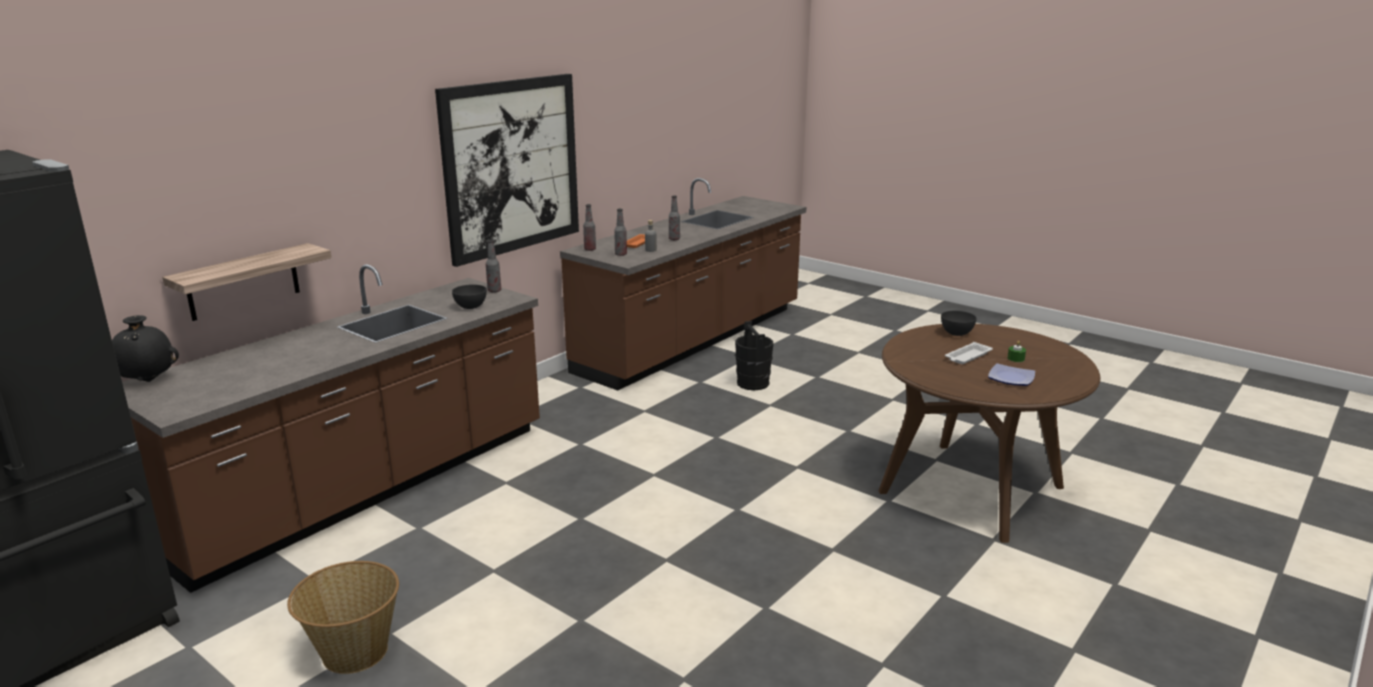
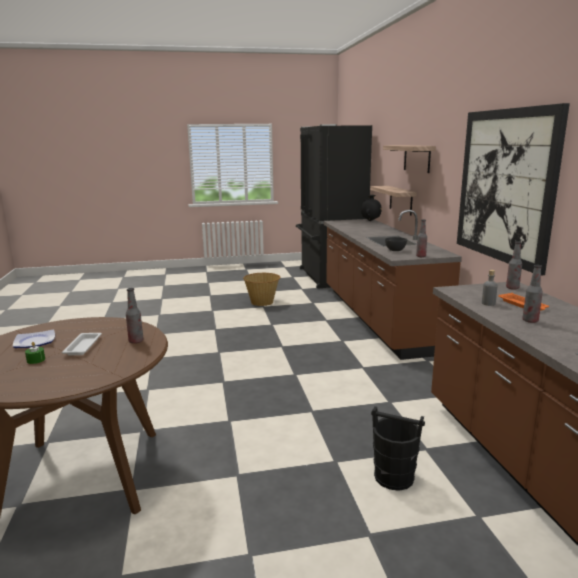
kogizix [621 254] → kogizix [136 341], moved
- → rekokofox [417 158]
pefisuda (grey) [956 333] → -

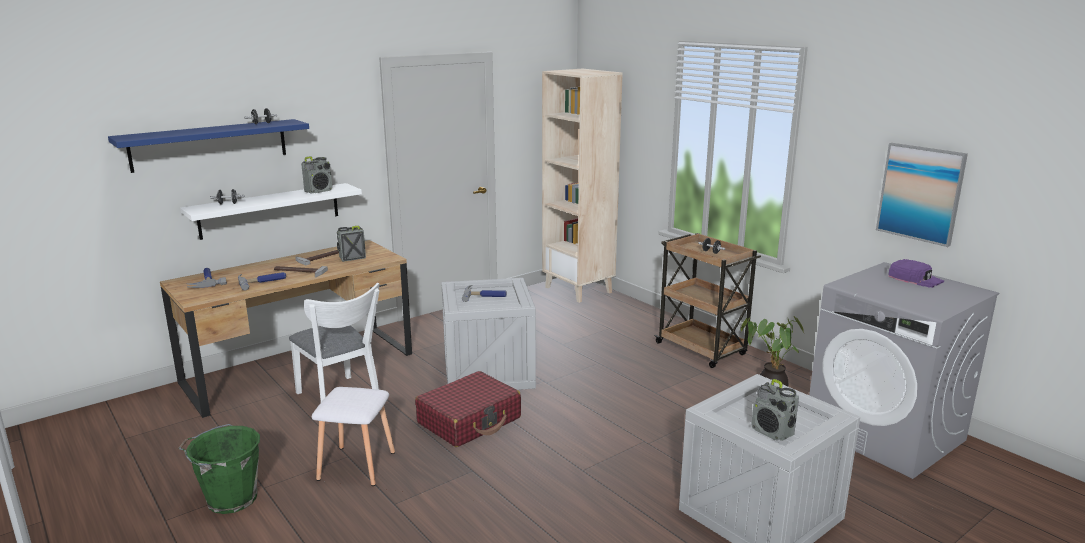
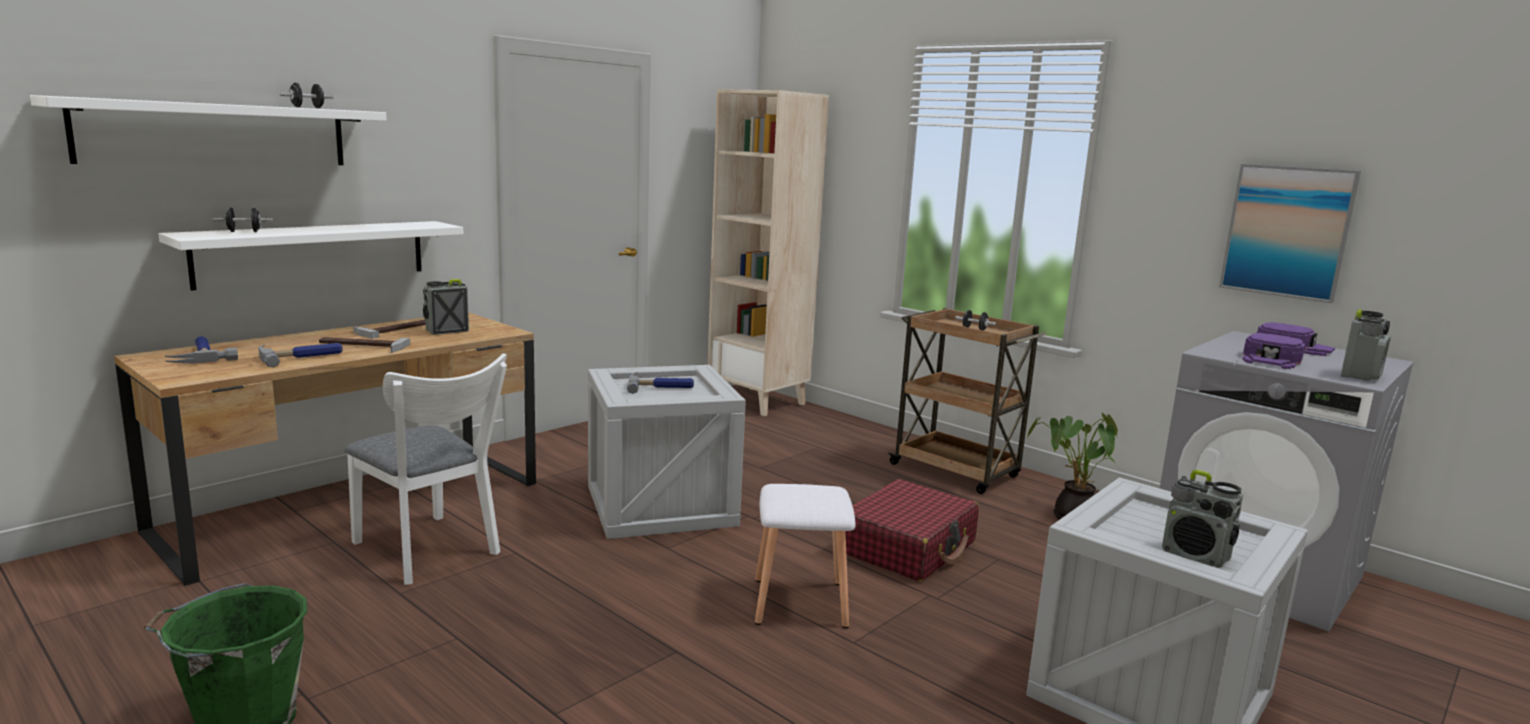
rekokofox (blue) [210 145] → rekokofox (white) [216 134]
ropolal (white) [356 465] → ropolal (white) [798 601], moved
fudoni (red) [469 421] → fudoni (red) [908 547], moved
- → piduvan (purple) [1271 359]
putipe [319 191] → putipe [1361 375], moved

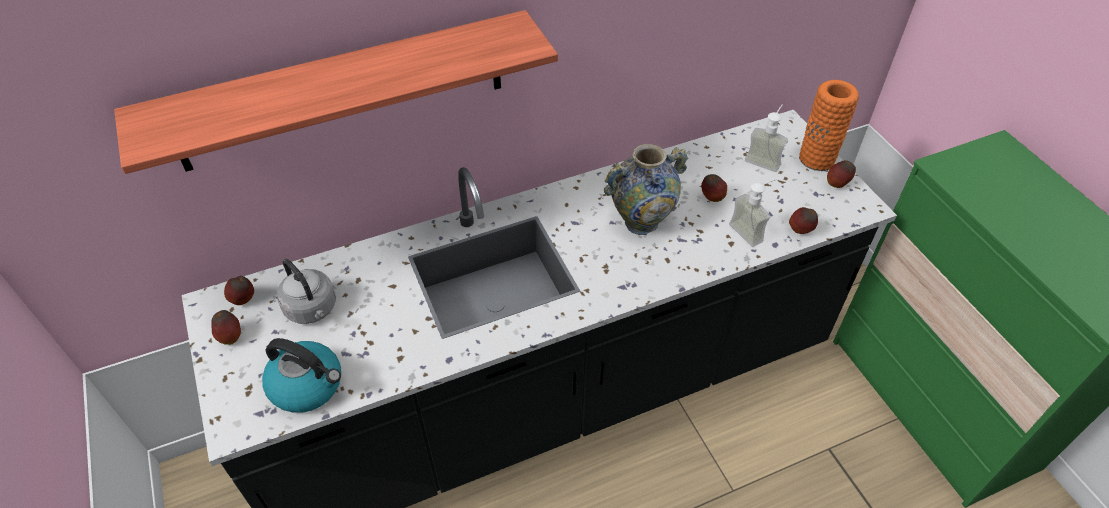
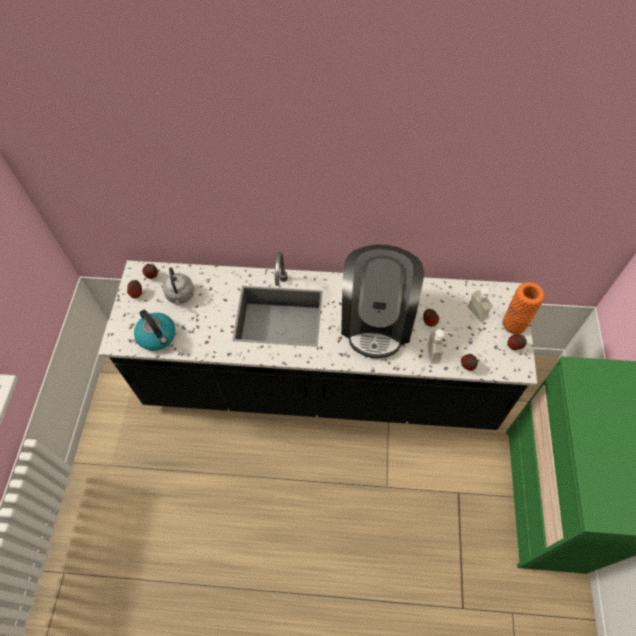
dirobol [641 223] → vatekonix [377 320]
rekokofox [342 92] → -

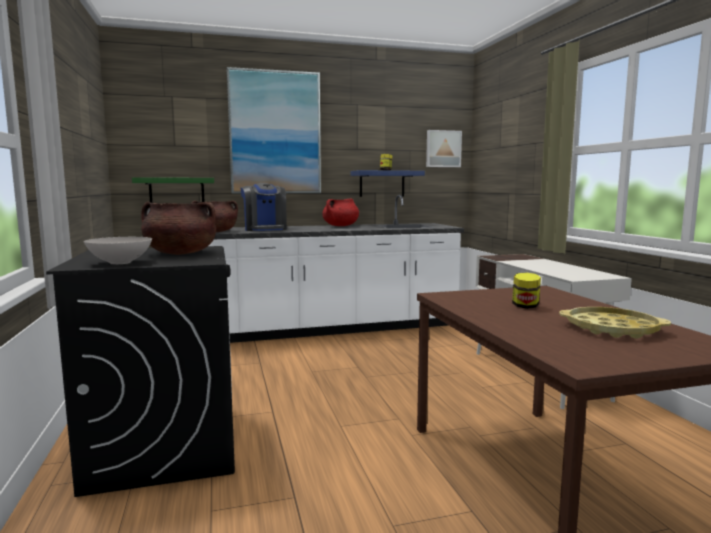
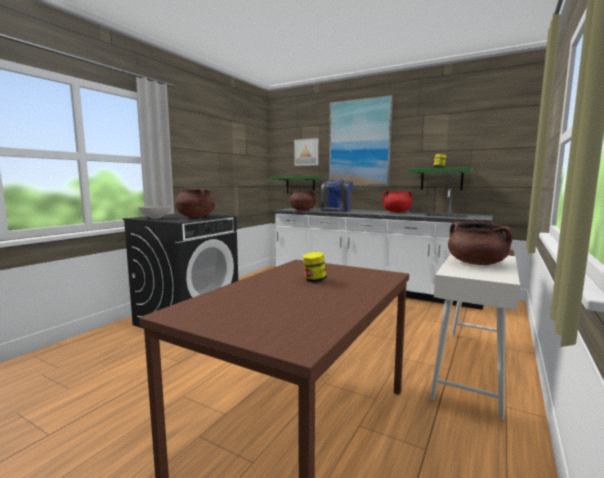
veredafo [443 149] → veredafo [306 152], moved
rekokofox (blue) [382 184] → rekokofox (green) [441 179]
- → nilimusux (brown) [476 263]
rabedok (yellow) [611 329] → -

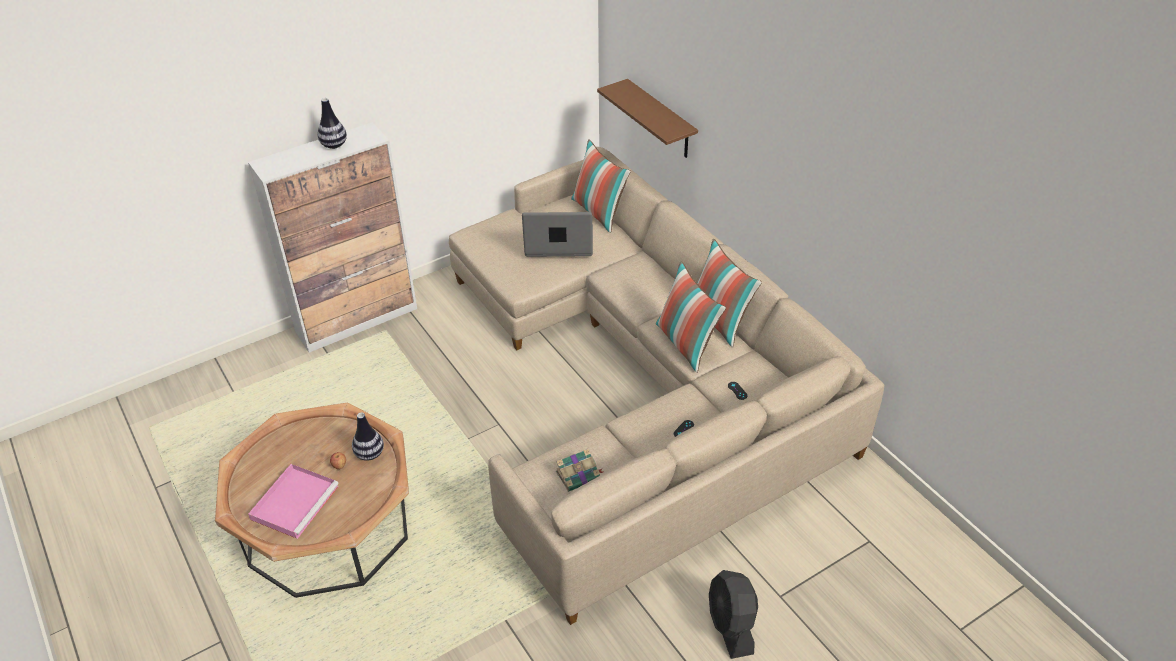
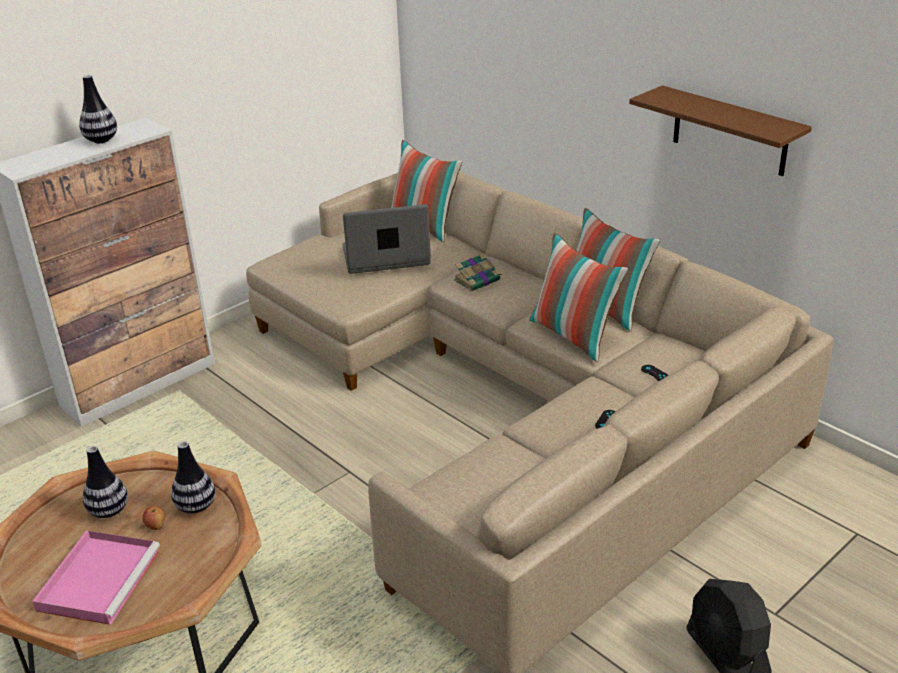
- → dirobol [109 511]
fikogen [579 475] → fikogen [478 280], moved
rekokofox (brown) [661 120] → rekokofox (brown) [730 131], moved

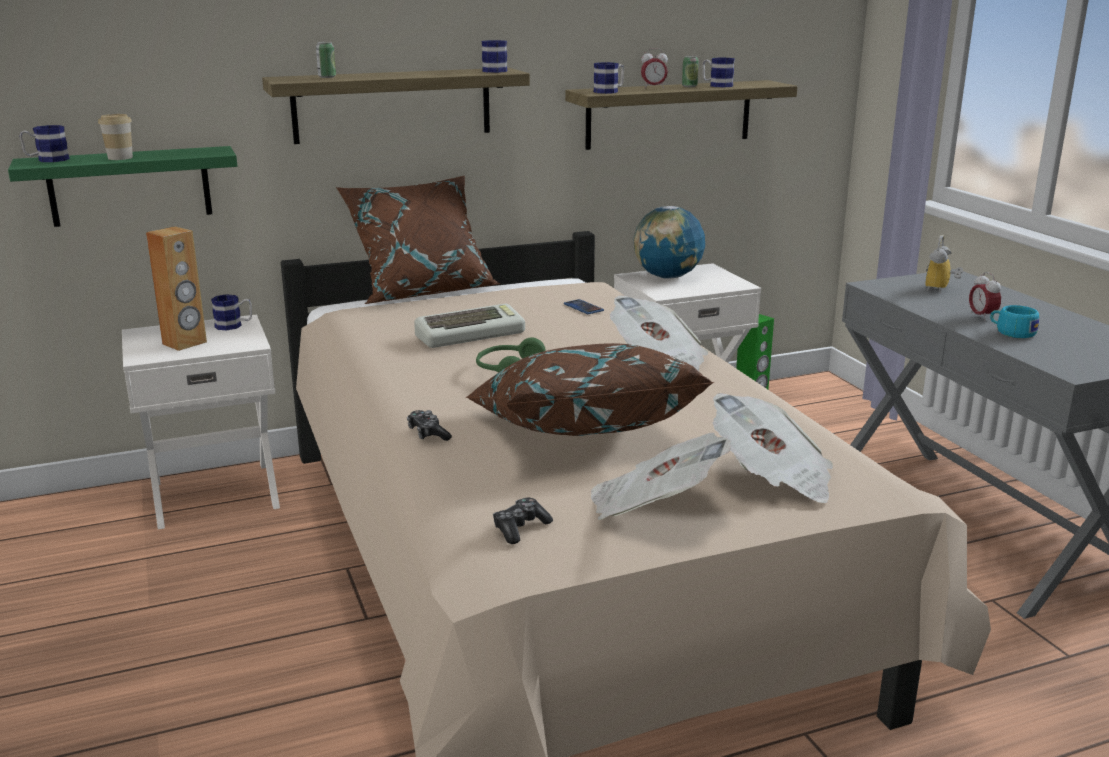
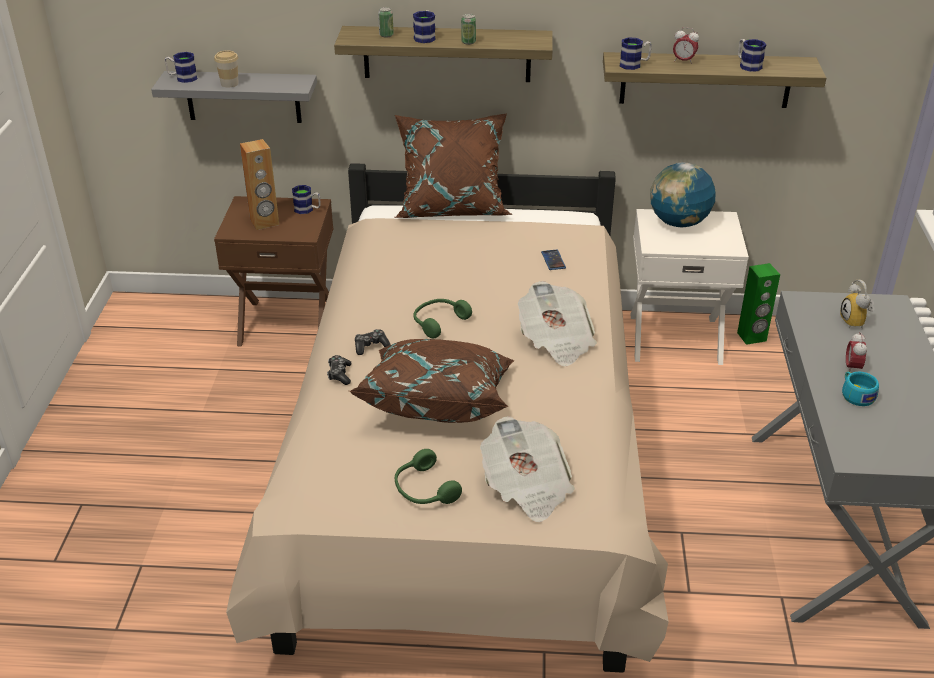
rekokofox (green) [130 186] → rekokofox (grey) [243 97]
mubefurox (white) [215 493] → mubefurox (brown) [287 323]
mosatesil [520 528] → mosatesil [371 346], moved
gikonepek [653 508] → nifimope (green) [423 489]
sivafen [493 70] → sivafen [425 37], moved
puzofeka [689 86] → puzofeka [468 42], moved
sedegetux [941 290] → sedegetux [856 322], 60 degrees counterclockwise
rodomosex [470 334] → -

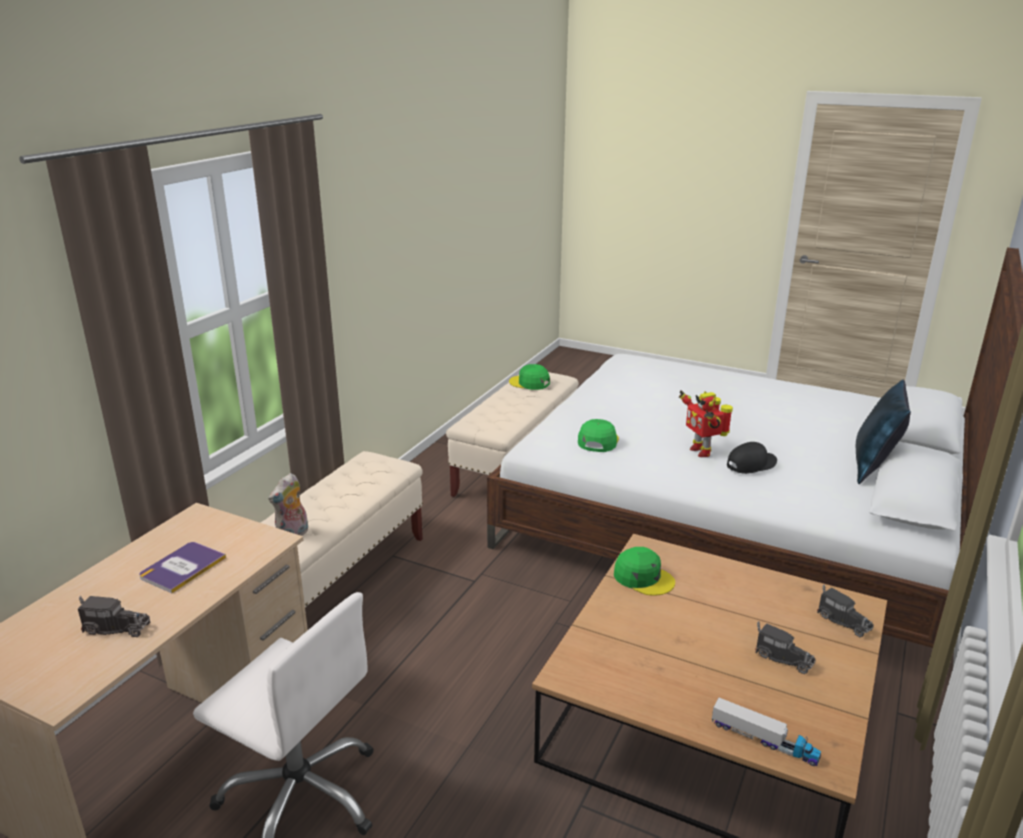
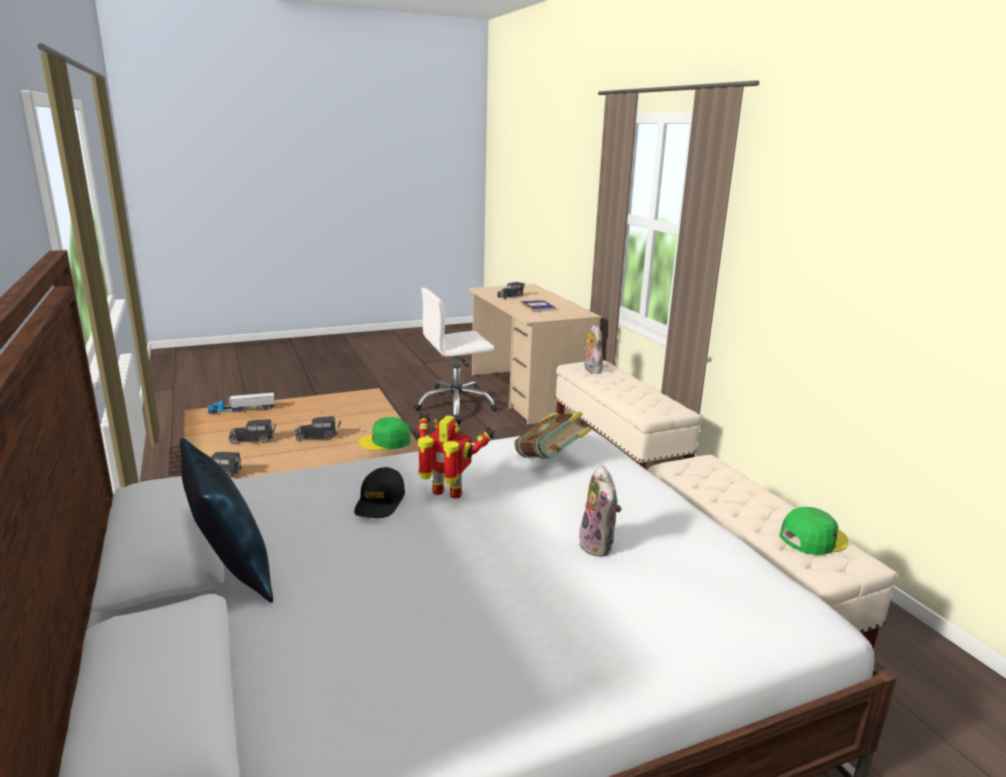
- → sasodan [318 437]
piduvan (green) [597 441] → fikogen [550 461]
- → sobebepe [599 546]

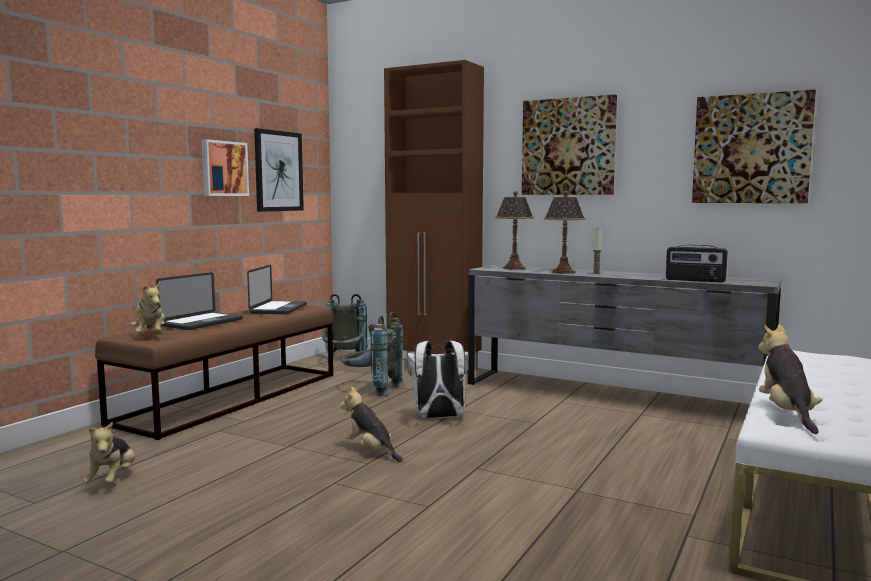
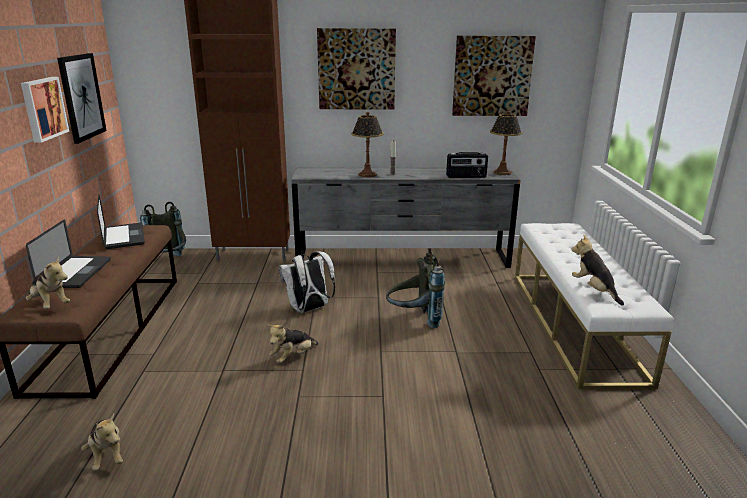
sobebepe [371 451] → sobebepe [293 357], 60 degrees counterclockwise
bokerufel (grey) [371 389] → bokerufel (grey) [414 319], moved
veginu [513 268] → veginu [502 172], moved

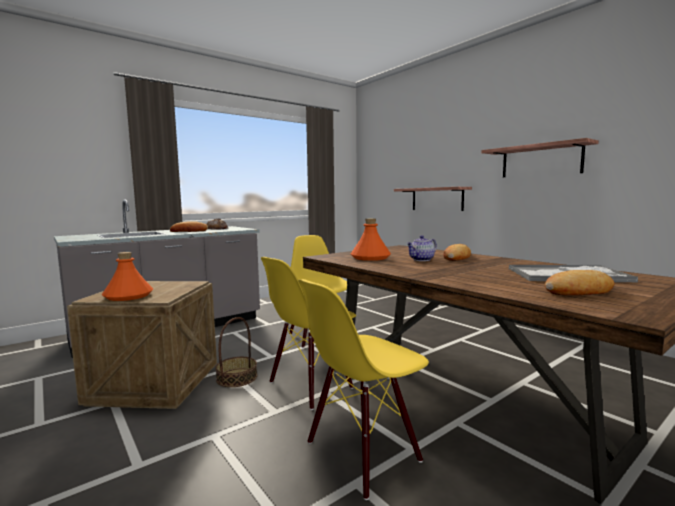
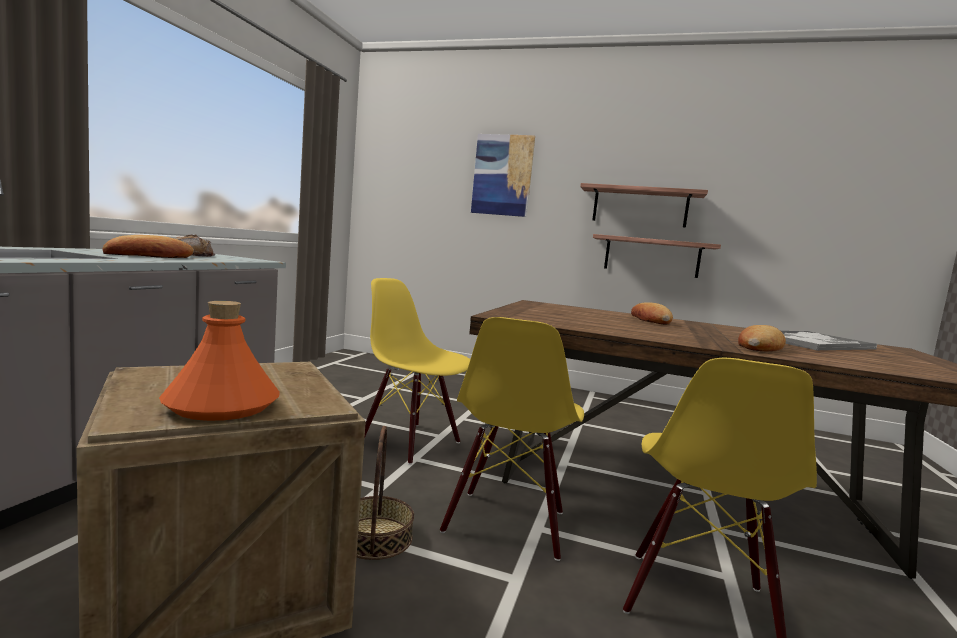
- → veredafo [502 175]
rekokofox [437 199] → rekokofox [651 256], moved
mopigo [579 291] → mopigo [759 347], moved
kogizix (orange) [370 258] → -
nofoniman [422 260] → -

